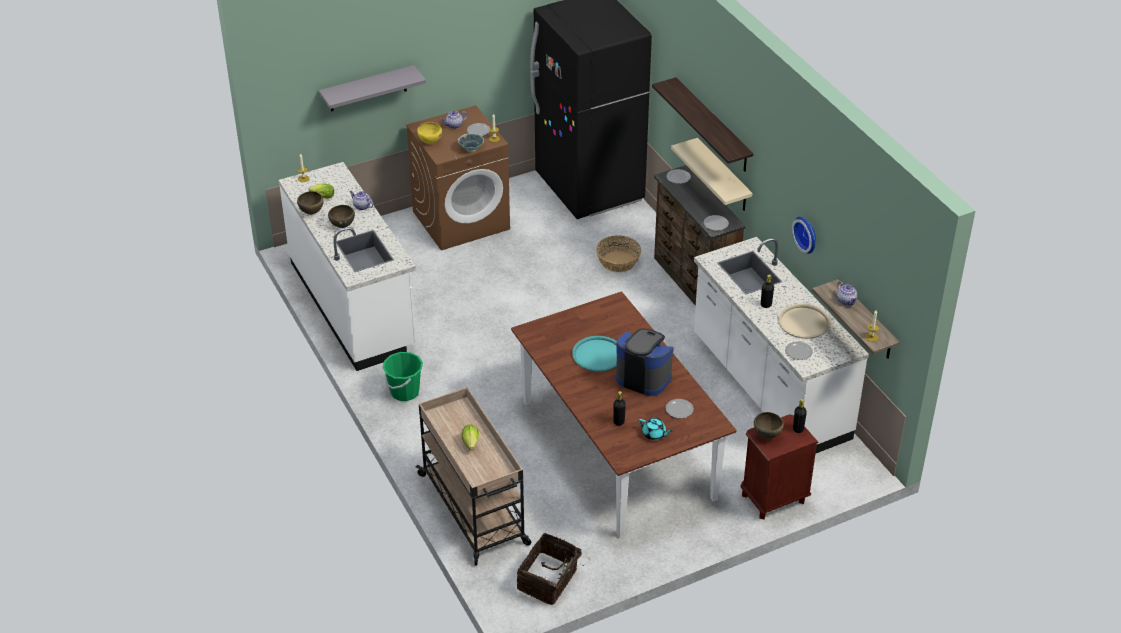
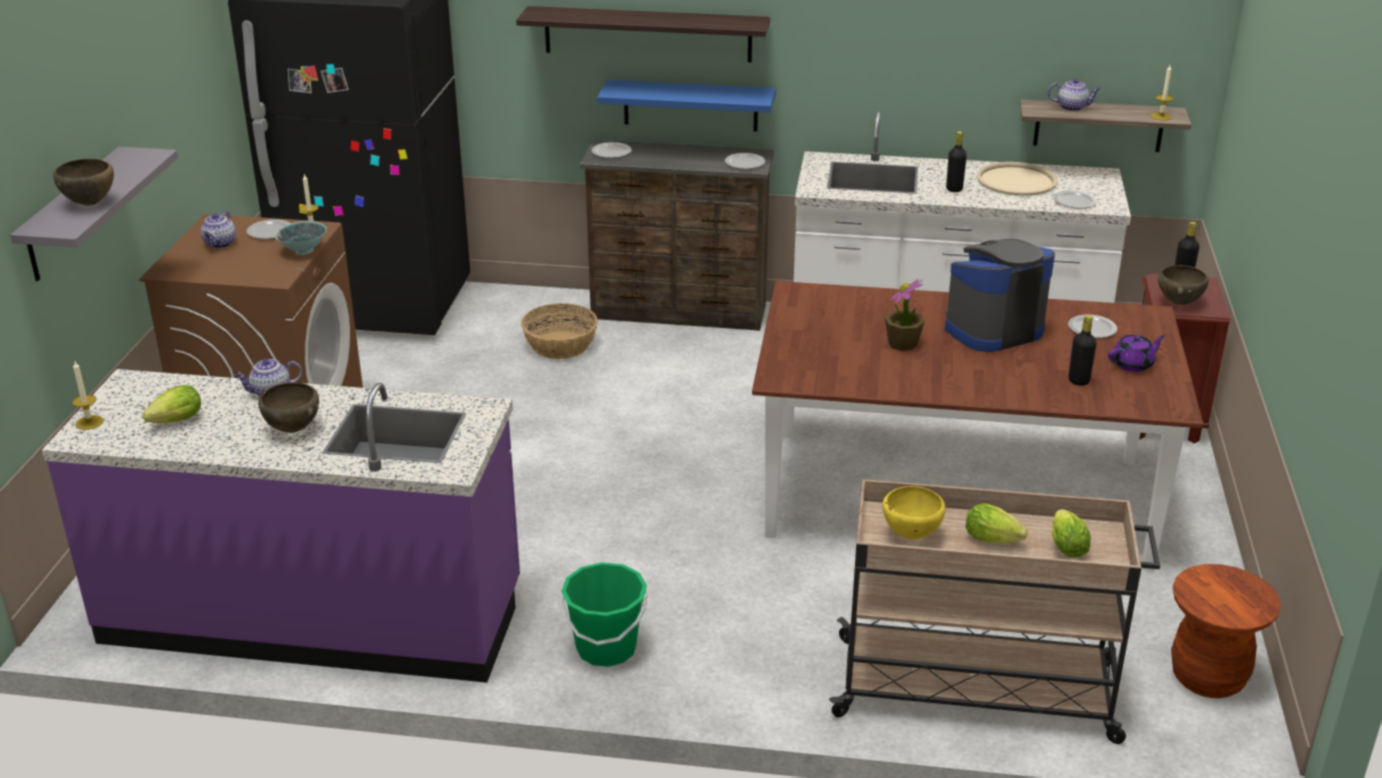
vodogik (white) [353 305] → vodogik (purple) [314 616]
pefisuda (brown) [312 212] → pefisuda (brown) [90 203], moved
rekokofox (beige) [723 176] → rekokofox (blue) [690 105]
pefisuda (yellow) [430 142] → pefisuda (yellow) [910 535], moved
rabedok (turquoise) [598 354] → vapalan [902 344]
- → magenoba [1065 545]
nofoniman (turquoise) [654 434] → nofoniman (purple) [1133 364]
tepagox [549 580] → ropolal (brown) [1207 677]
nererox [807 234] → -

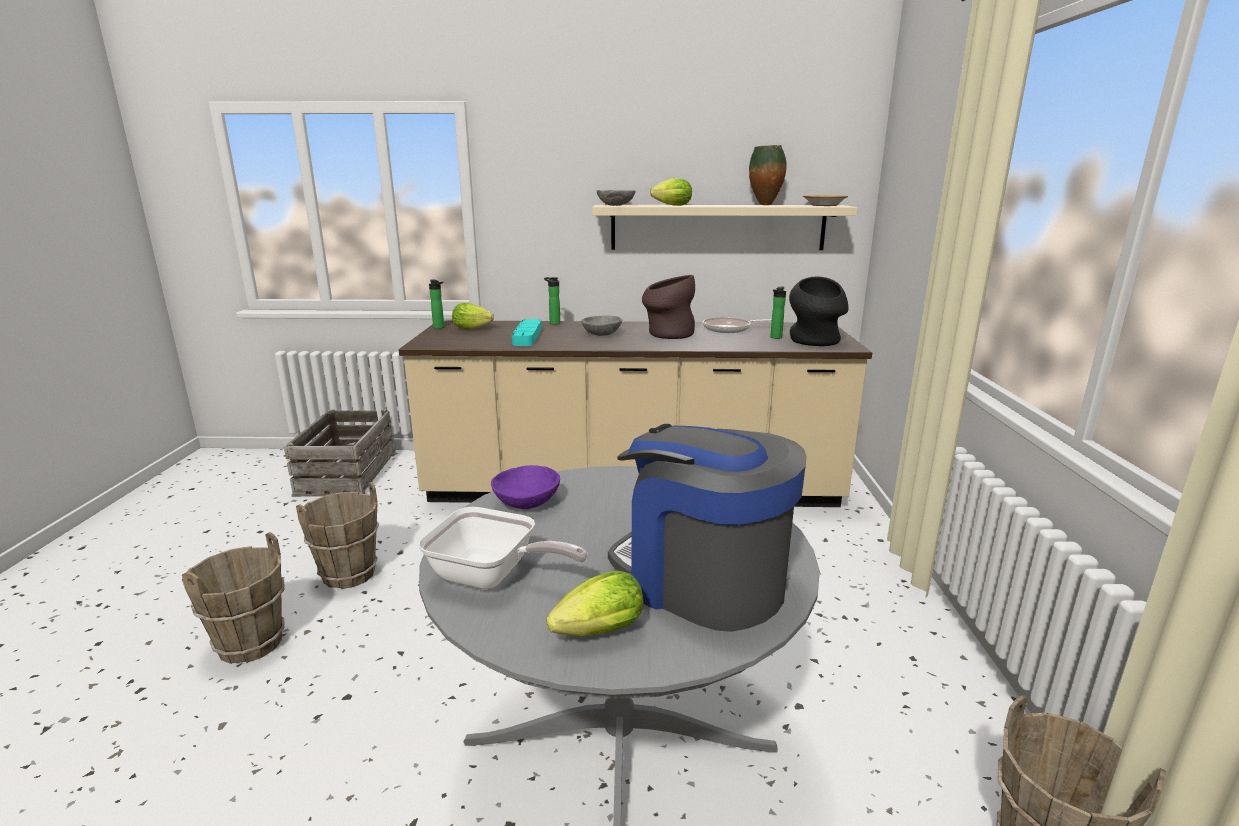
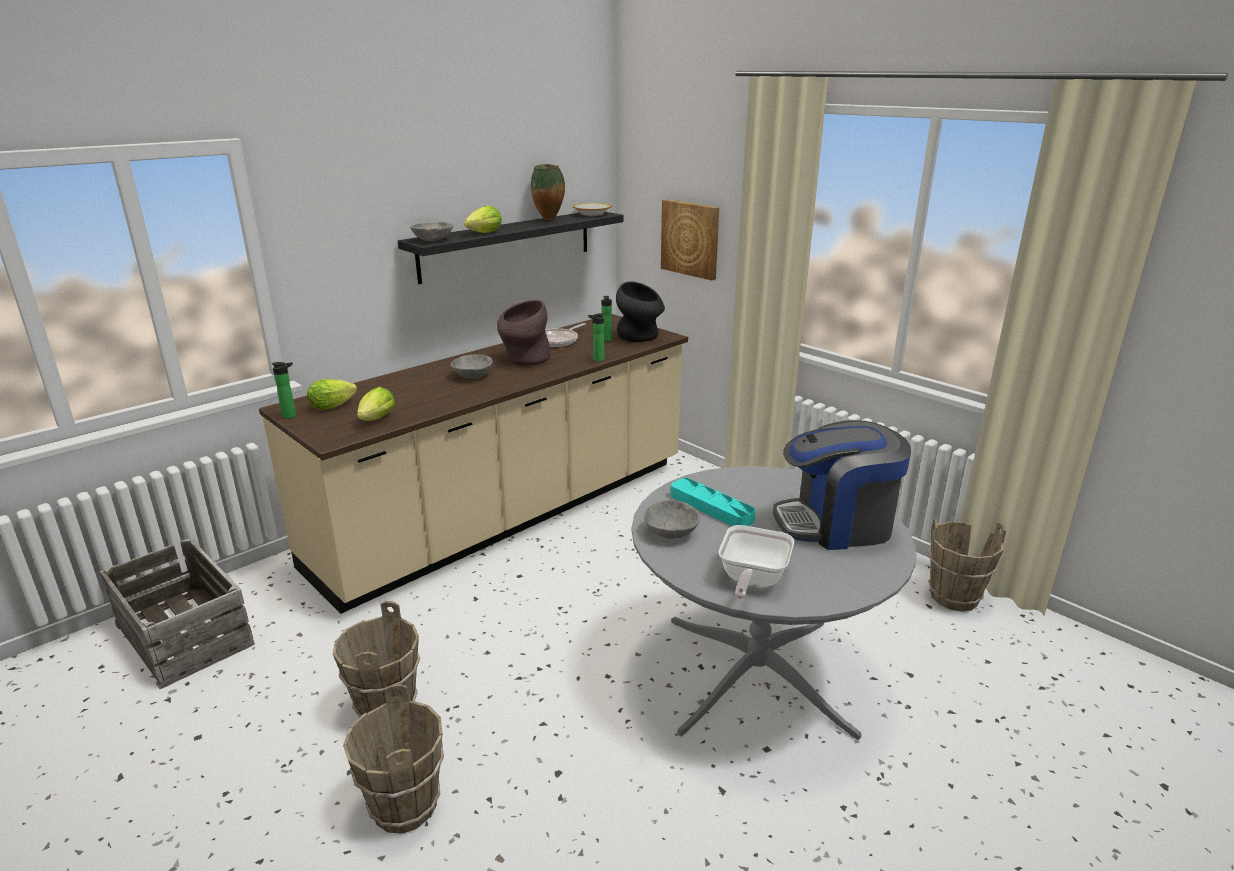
magenoba [595 633] → magenoba [375 420], moved
rekokofox (beige) [717 227] → rekokofox (black) [507 245]
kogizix [553 323] → kogizix [596 360], moved
pefisuda (purple) [527 502] → pefisuda (grey) [671 531]
- → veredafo [690 239]
rabedok (turquoise) [527 336] → rabedok (turquoise) [711 507], moved
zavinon [492 577] → zavinon [751 580], 135 degrees clockwise

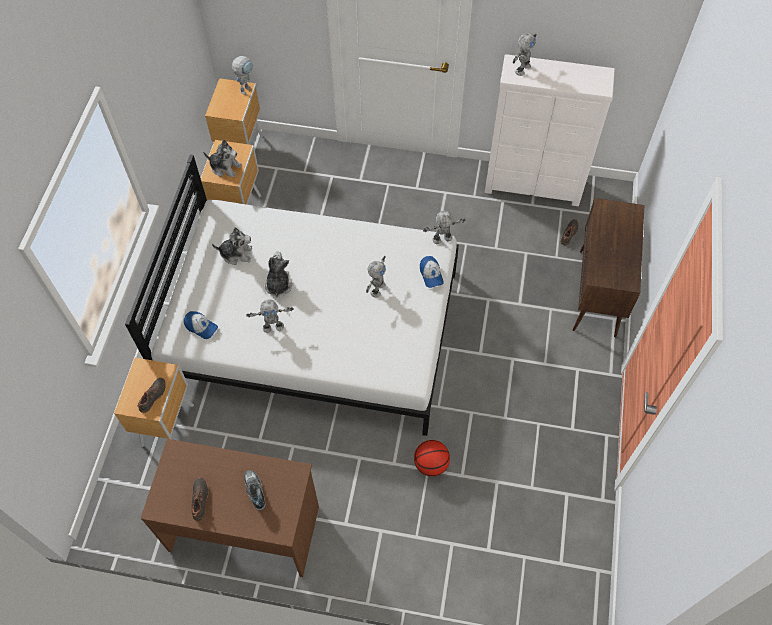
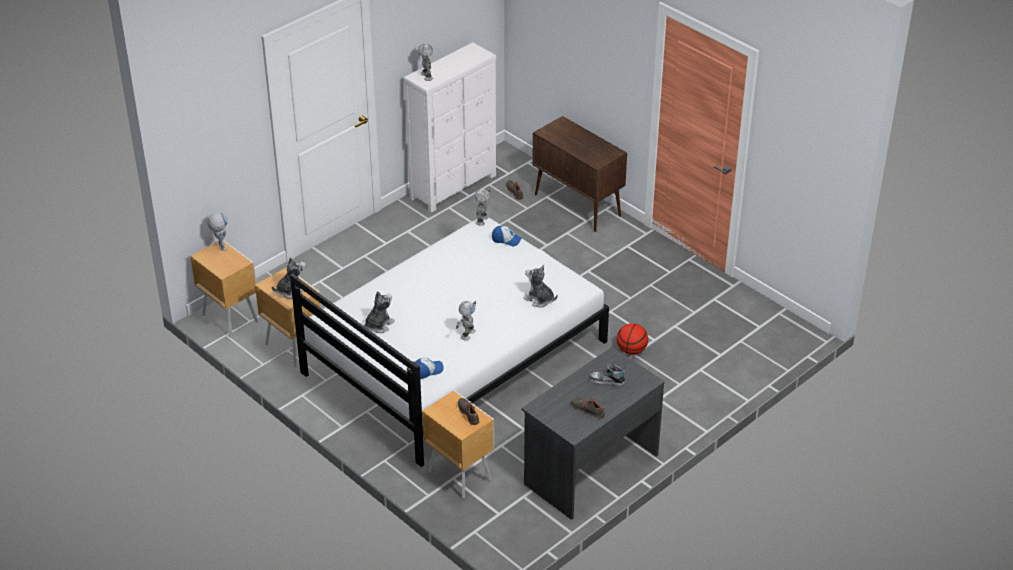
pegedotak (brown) [244 527] → pegedotak (grey) [590 469]
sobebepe [278 285] → sobebepe [539 299], moved
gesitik [377 289] → -

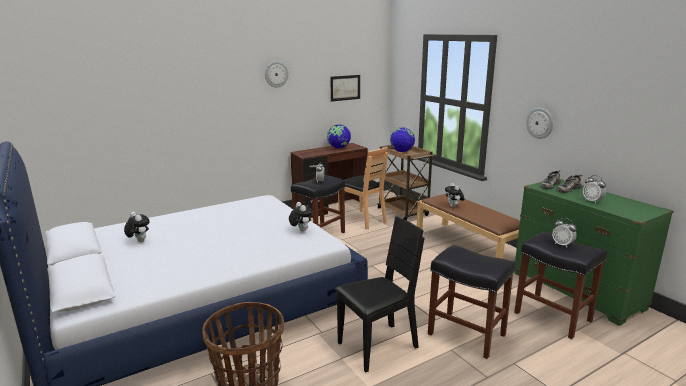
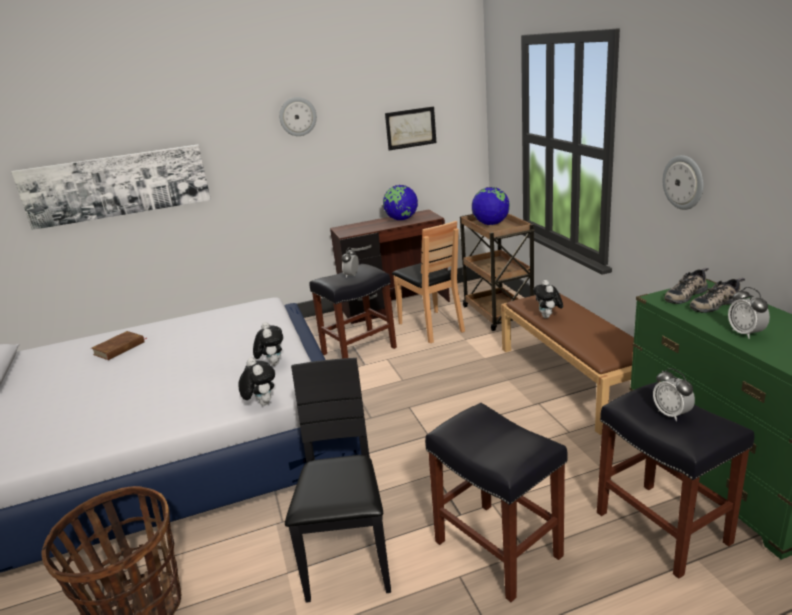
- → veredafo [117 185]
- → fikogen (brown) [119 348]
sobebepe [139 241] → sobebepe [261 403], moved
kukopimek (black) [377 346] → kukopimek (black) [349 557], 75 degrees counterclockwise

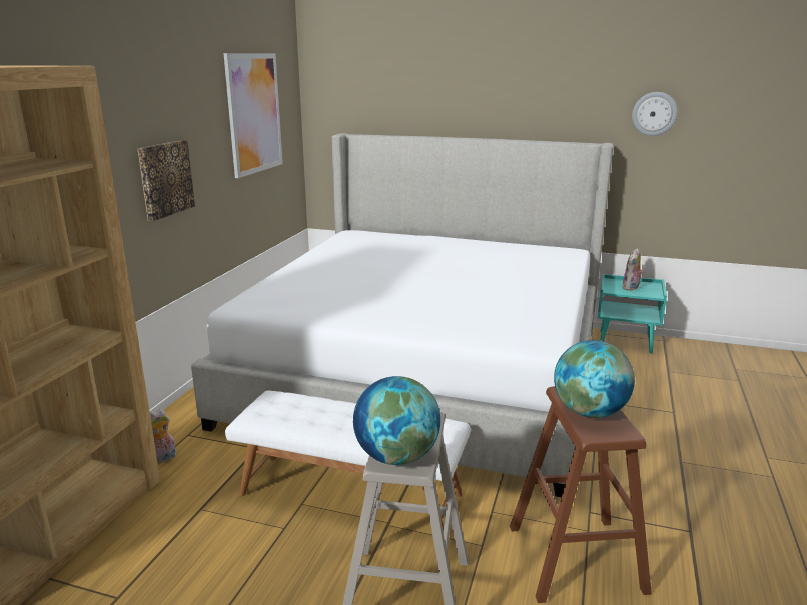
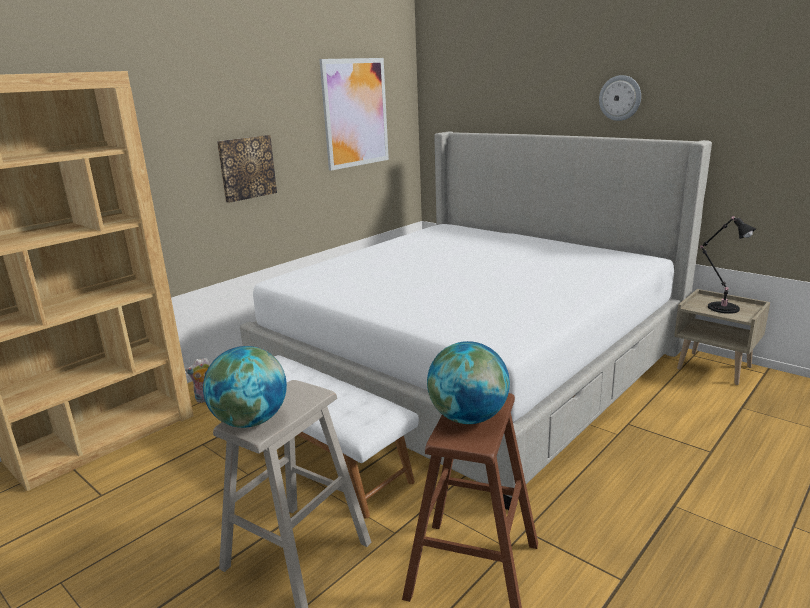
nererox [654 114] → nererox [620 98], moved
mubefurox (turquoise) [626 342] → mubefurox (beige) [715 368]
sobebepe [631 288] → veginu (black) [721 307]

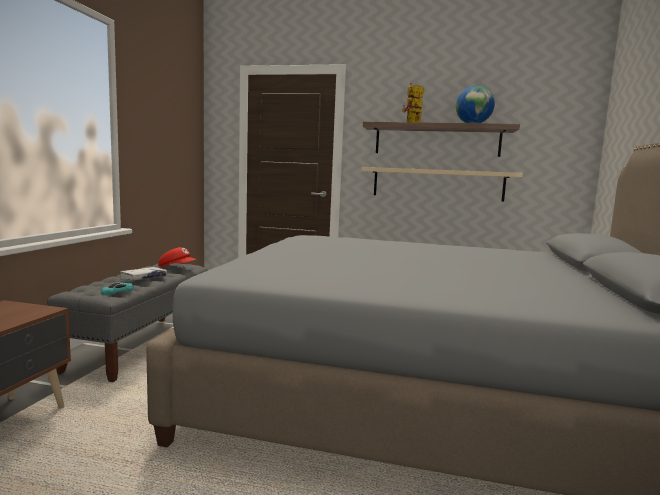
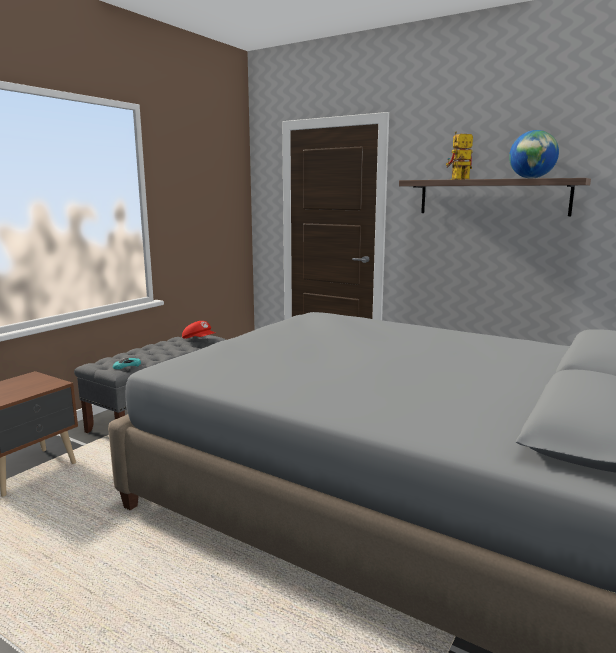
fikogen (white) [143 278] → -
rekokofox (beige) [437 184] → -

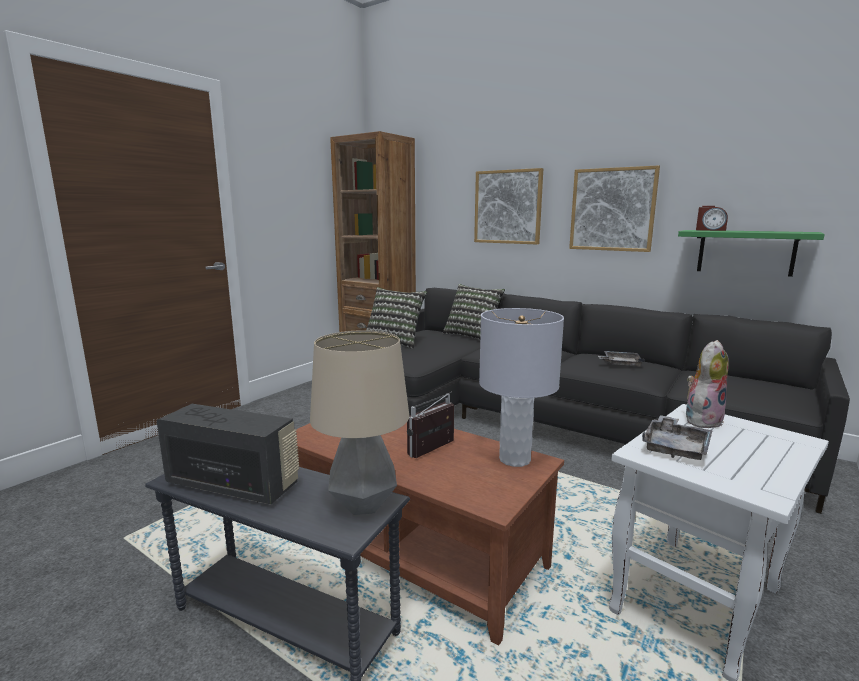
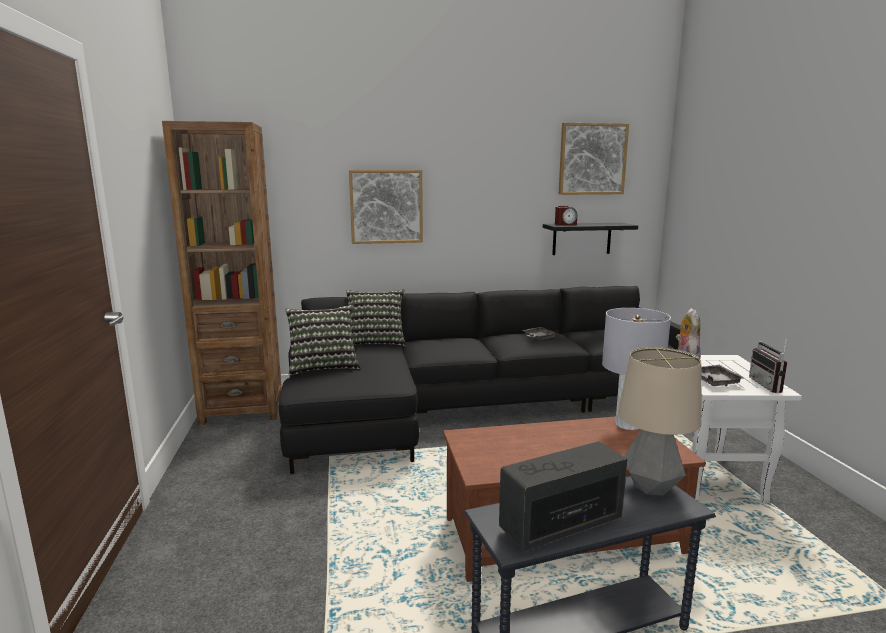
rekokofox (green) [745 252] → rekokofox (black) [581 238]
veredafo [612 209] → veredafo [592 159], moved
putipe [435 451] → putipe [770 386], moved

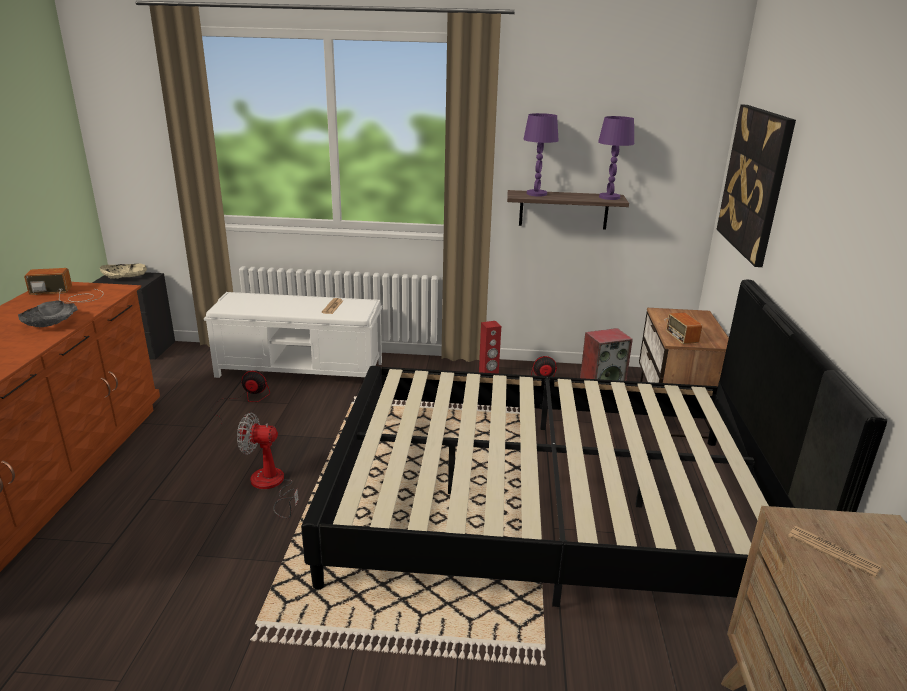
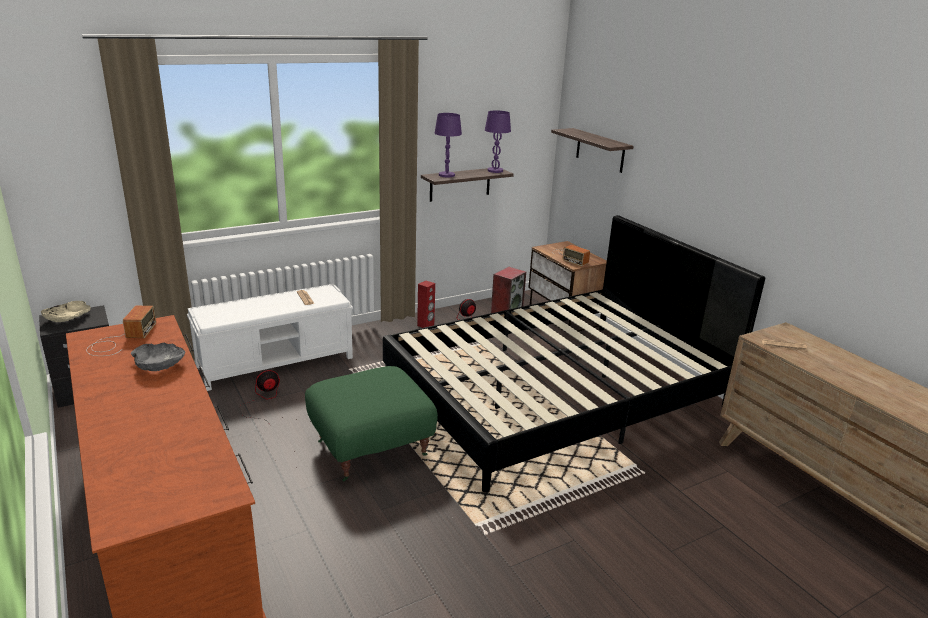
putipe [68 295] → putipe [121 339], 135 degrees clockwise
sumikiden [271 486] → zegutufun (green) [372 448]
veredafo [755 182] → rekokofox [600 150]

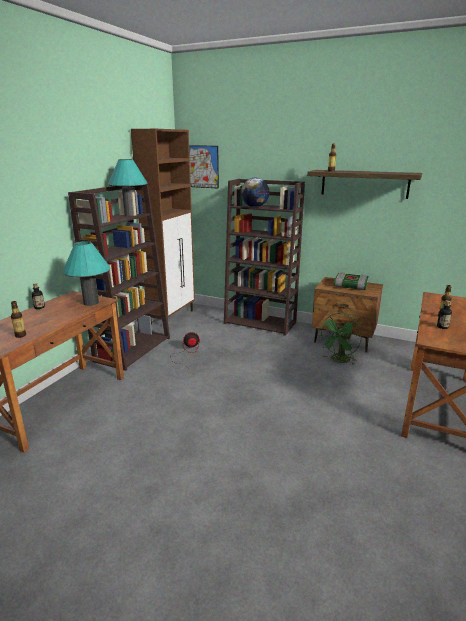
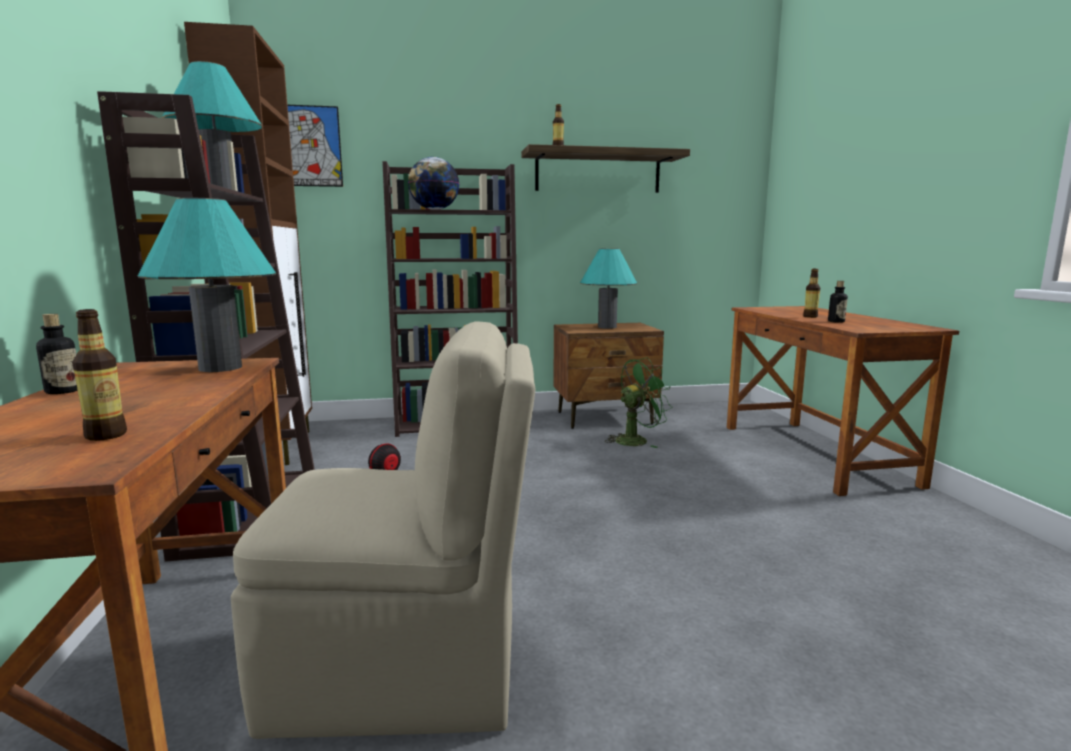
- → kukopimek (beige) [405 670]
fikogen [350 286] → veginu (turquoise) [607 327]
sumikiden (green) [339 361] → sumikiden (green) [636 440], 120 degrees counterclockwise

